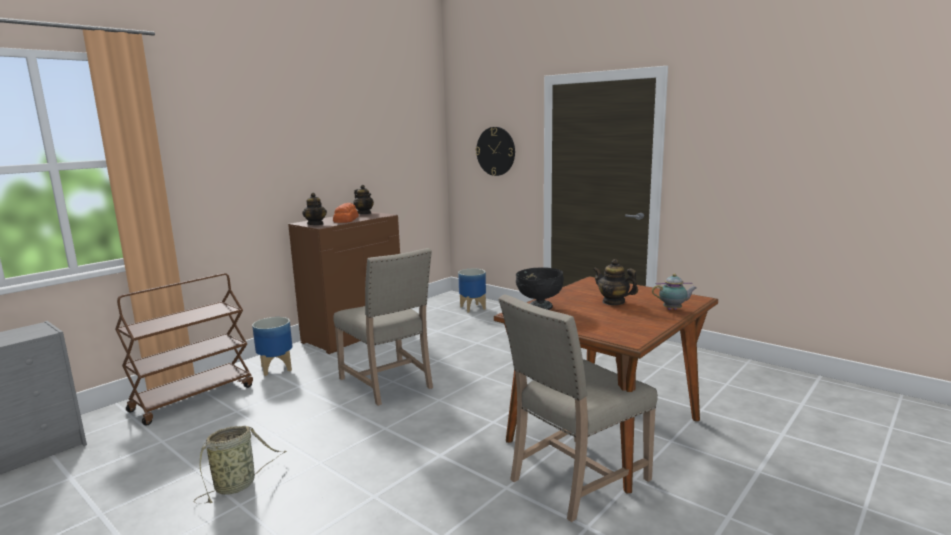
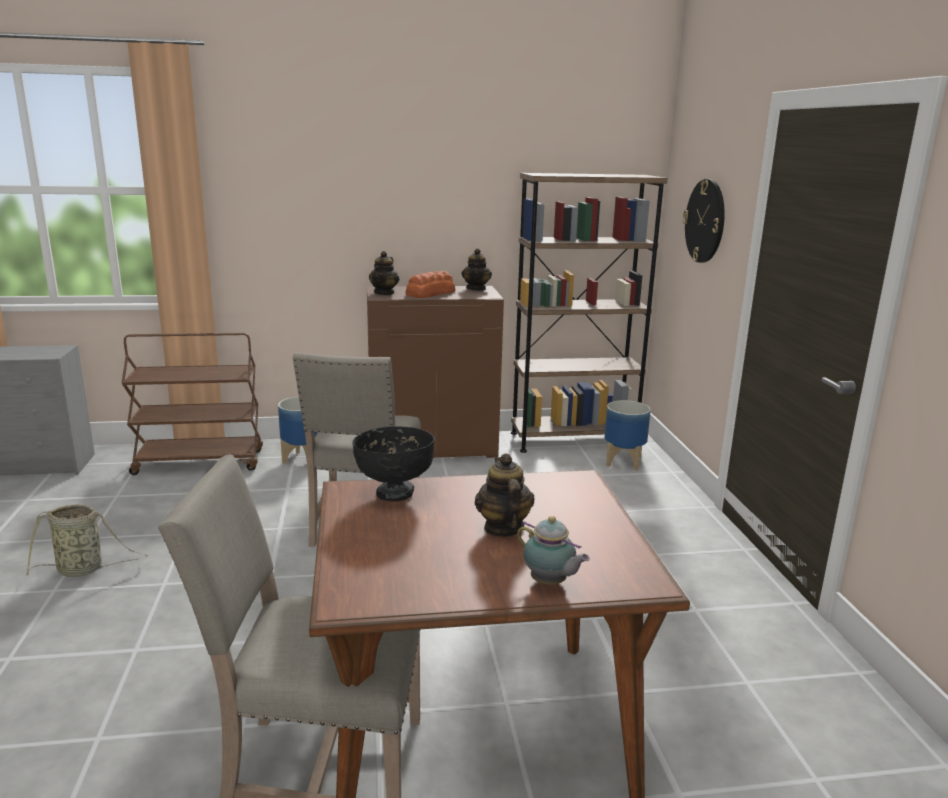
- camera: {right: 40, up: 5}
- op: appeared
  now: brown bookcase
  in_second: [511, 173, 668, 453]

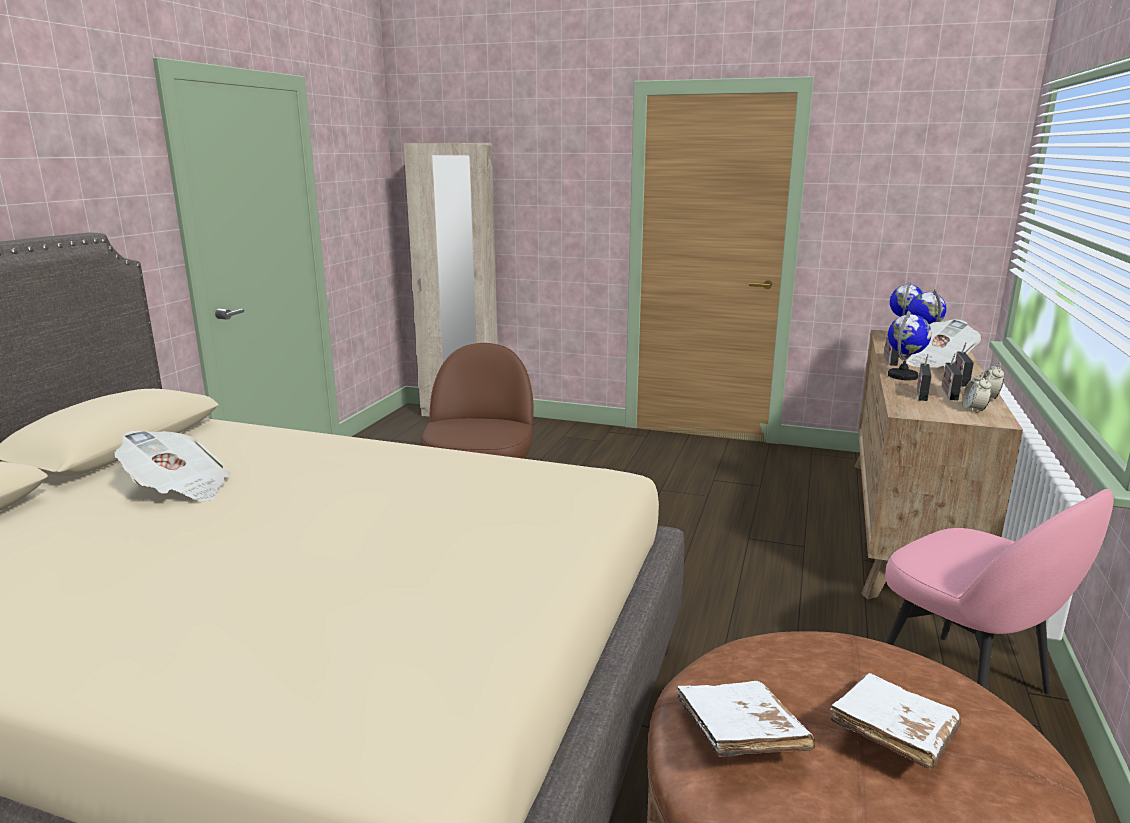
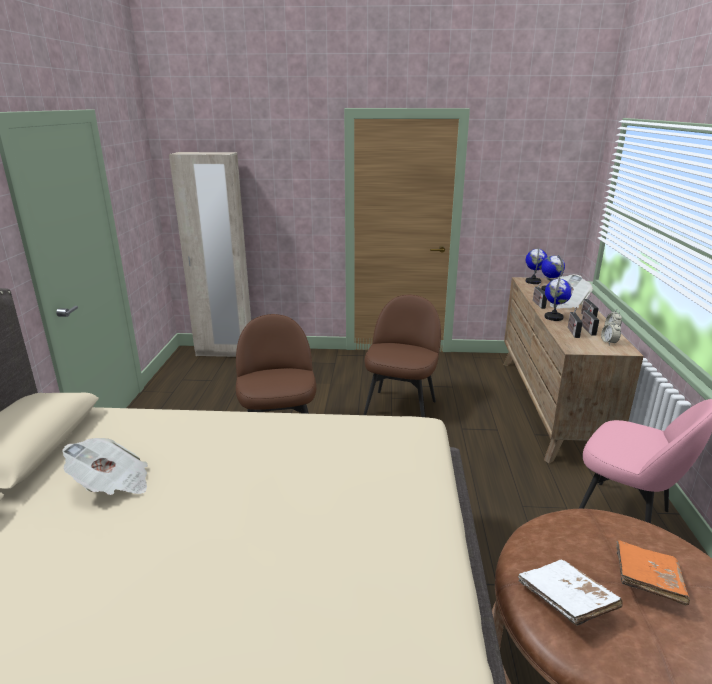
- camera: {right: -15, up: 5}
- op: appeared
  now: brown chair
  in_second: [363, 295, 441, 417]
- op: colour
  was: white book
  now: orange book
  in_first: [830, 673, 961, 769]
  in_second: [616, 540, 690, 605]

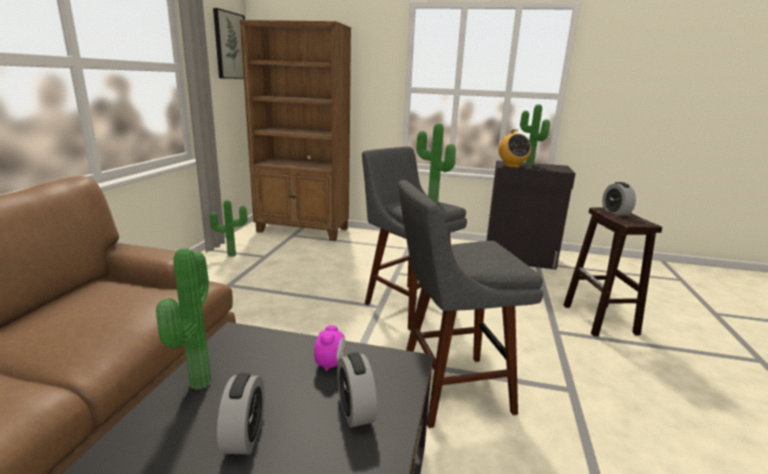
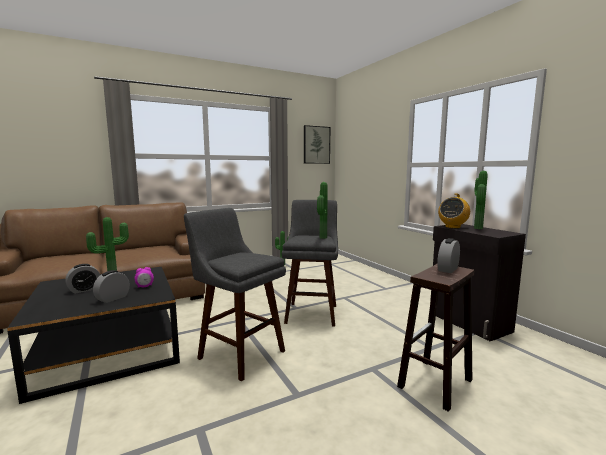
- camera: {right: 50, up: -10}
- op: missing
  was: brown bookcase
  in_first: [240, 20, 351, 241]

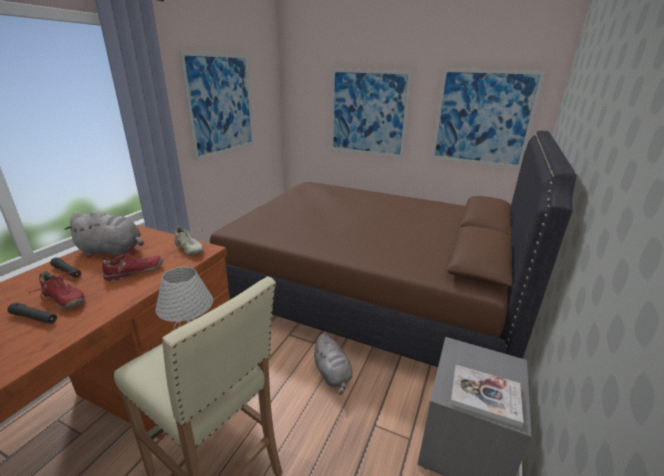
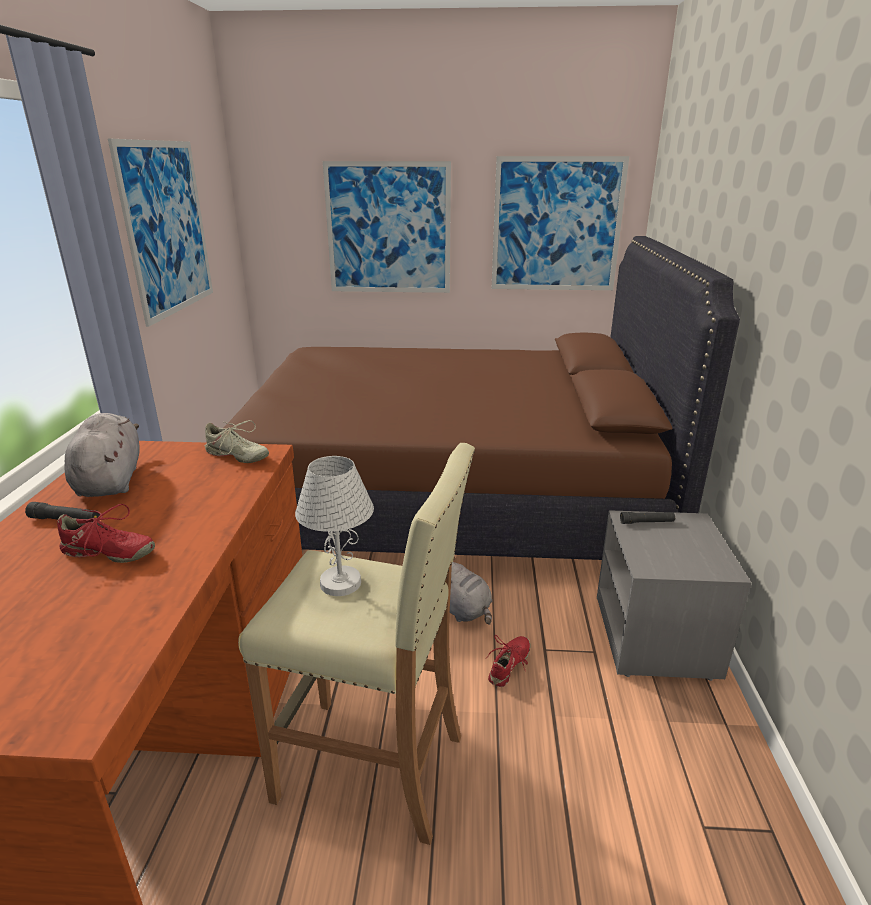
- camera: {right: -20, up: 0}
- op: missing
  was: book
  in_first: [450, 365, 524, 428]
- op: relocated
  was: black flashlight
  in_first: [7, 302, 57, 324]
  in_second: [620, 512, 675, 524]
- op: relocated
  was: red shoe
  in_first: [102, 246, 163, 282]
  in_second: [486, 635, 530, 687]
- op: spun
  was: grey plush toy
  in_first: [64, 211, 144, 257]
  in_second: [65, 413, 140, 497]
  clockwise: -90

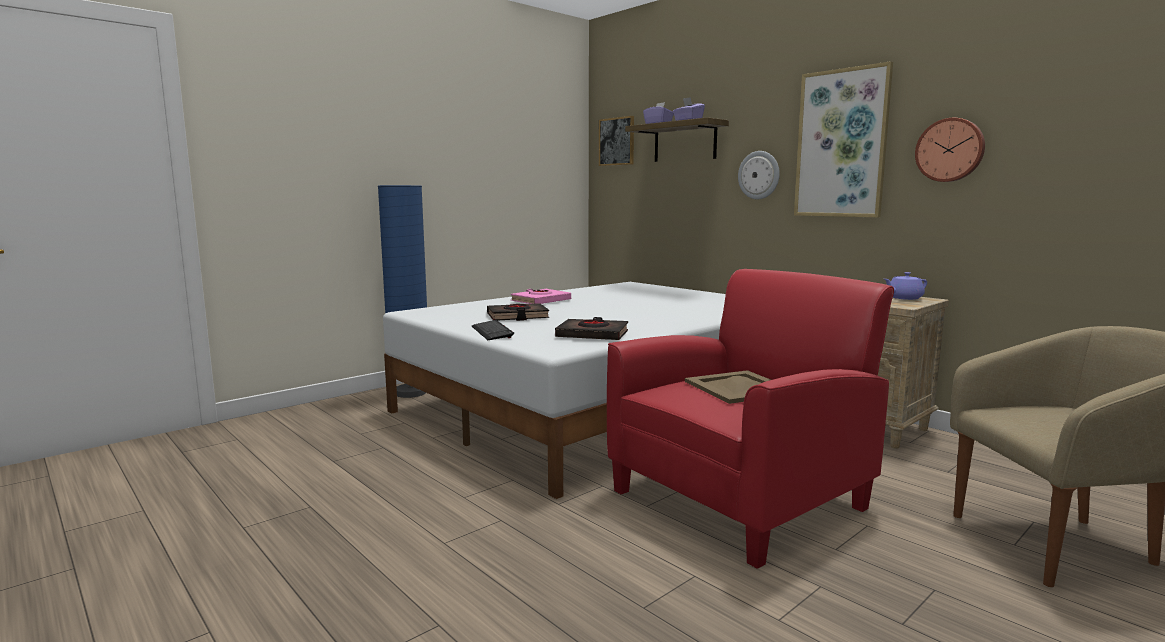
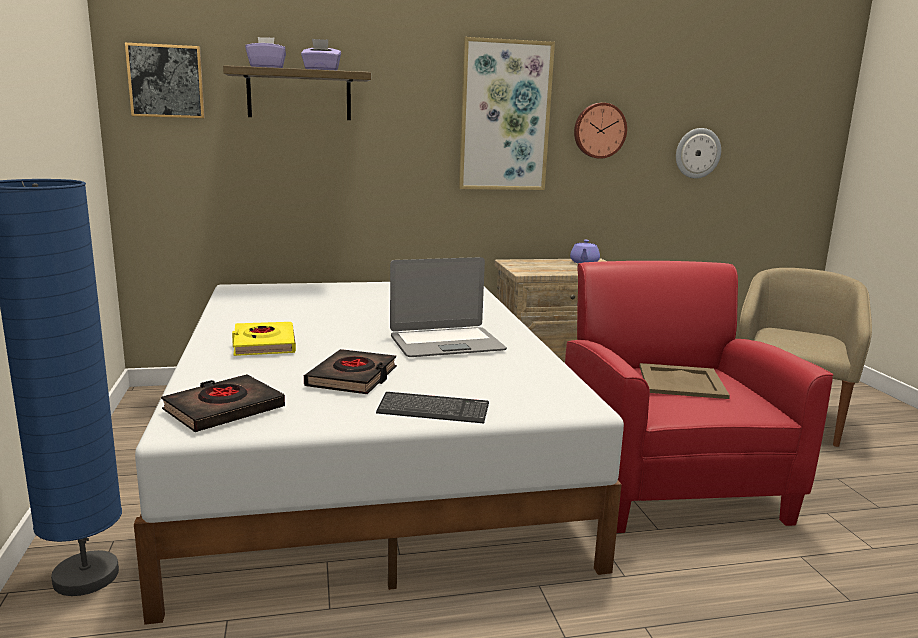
- camera: {right: -60, up: 5}
- op: appeared
  now: laptop
  in_second: [390, 257, 507, 357]
- op: relocated
  was: black book
  in_first: [555, 317, 628, 340]
  in_second: [161, 374, 285, 432]
- op: relocated
  was: wall clock
  in_first: [738, 151, 780, 200]
  in_second: [676, 128, 721, 179]
- op: colour
  was: pink book
  now: yellow book
  in_first: [511, 289, 571, 304]
  in_second: [232, 322, 296, 356]

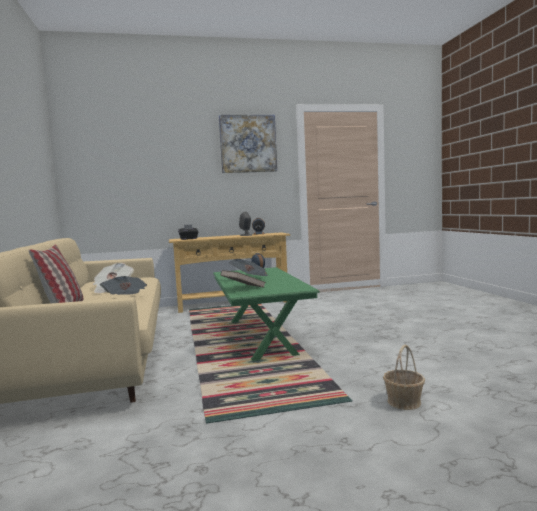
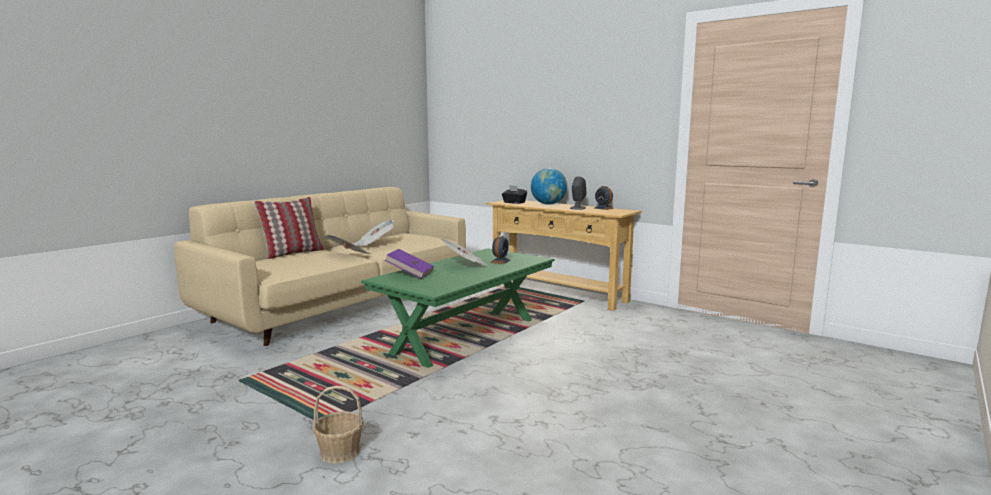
- camera: {right: 50, up: 5}
- op: missing
  was: picture
  in_first: [219, 115, 277, 173]
- op: appeared
  now: globe
  in_second: [531, 168, 567, 205]
- op: colour
  was: brown book
  now: purple book
  in_first: [221, 270, 266, 288]
  in_second: [385, 249, 434, 279]

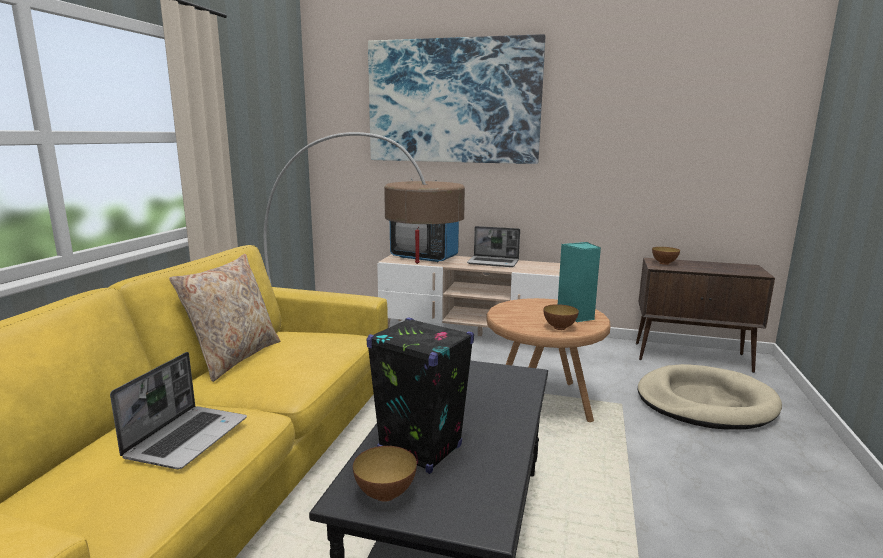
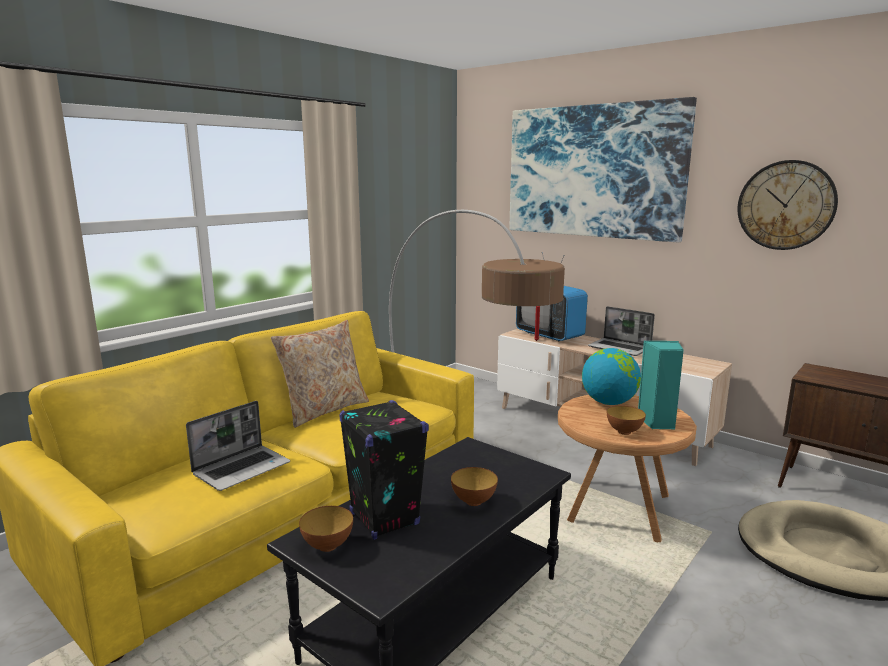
- camera: {right: 25, up: 0}
- op: appeared
  now: globe
  in_second: [582, 348, 641, 405]
- op: appeared
  now: wall clock
  in_second: [738, 160, 838, 250]
- op: relocated
  was: bowl
  in_first: [652, 247, 680, 265]
  in_second: [451, 467, 498, 506]

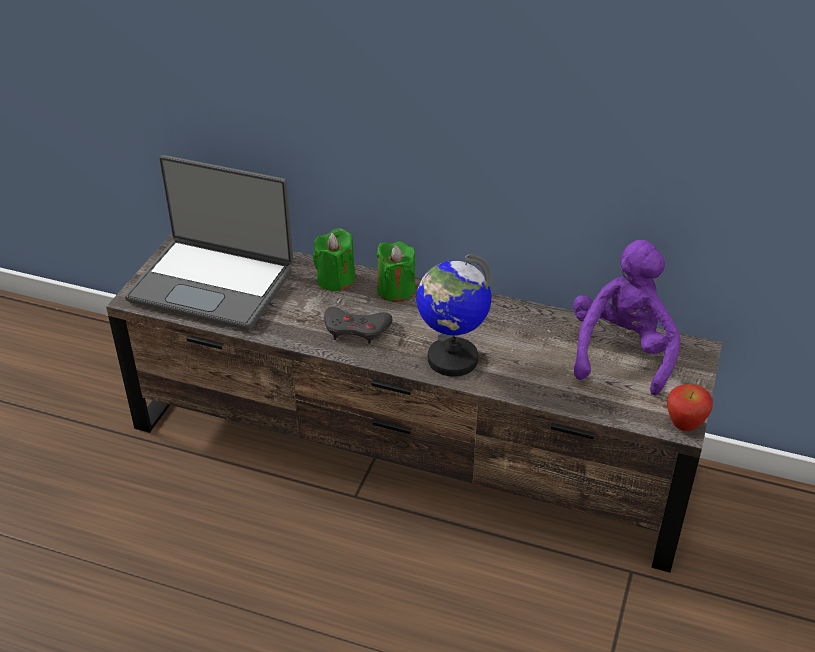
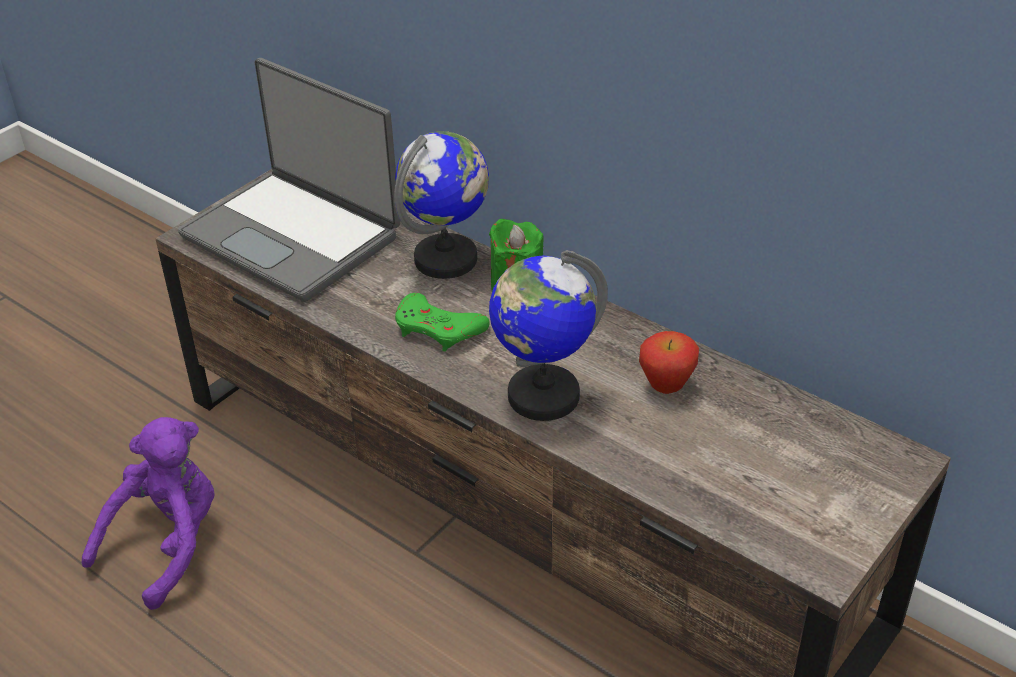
- camera: {right: 20, up: 0}
- op: relocated
  was: purple plush toy
  in_first: [573, 240, 680, 396]
  in_second: [82, 417, 214, 610]
- op: relocated
  was: apple
  in_first: [667, 384, 713, 431]
  in_second: [639, 331, 699, 394]
- op: exchanged
  was: green candle
  now: globe
  in_first: [313, 229, 355, 292]
  in_second: [394, 131, 489, 279]
- op: colour
  was: grey game controller
  now: green game controller
  in_first: [324, 307, 392, 344]
  in_second: [395, 293, 490, 352]

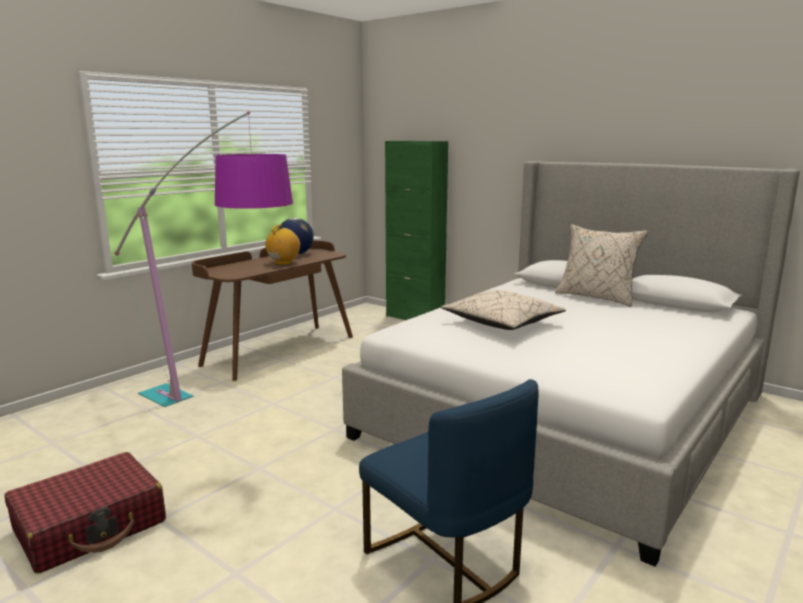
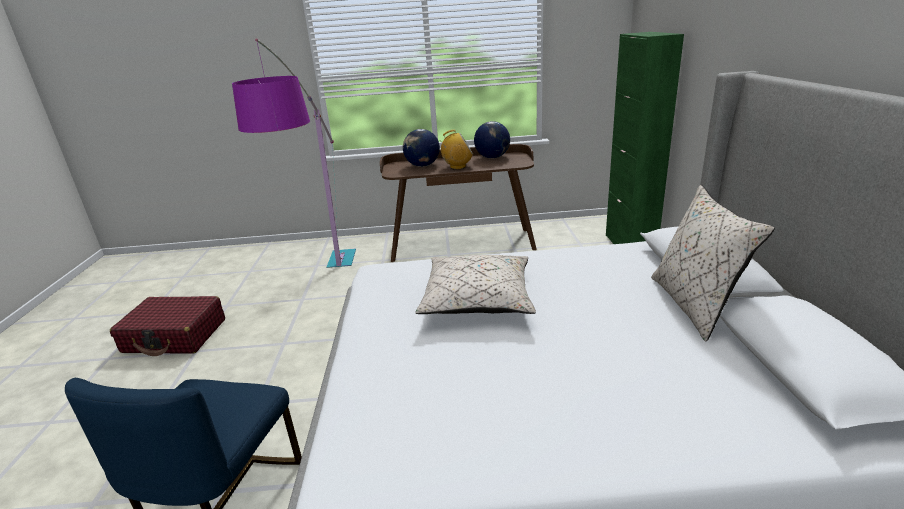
- camera: {right: 50, up: 10}
- op: appeared
  now: globe
  in_second: [403, 129, 440, 167]

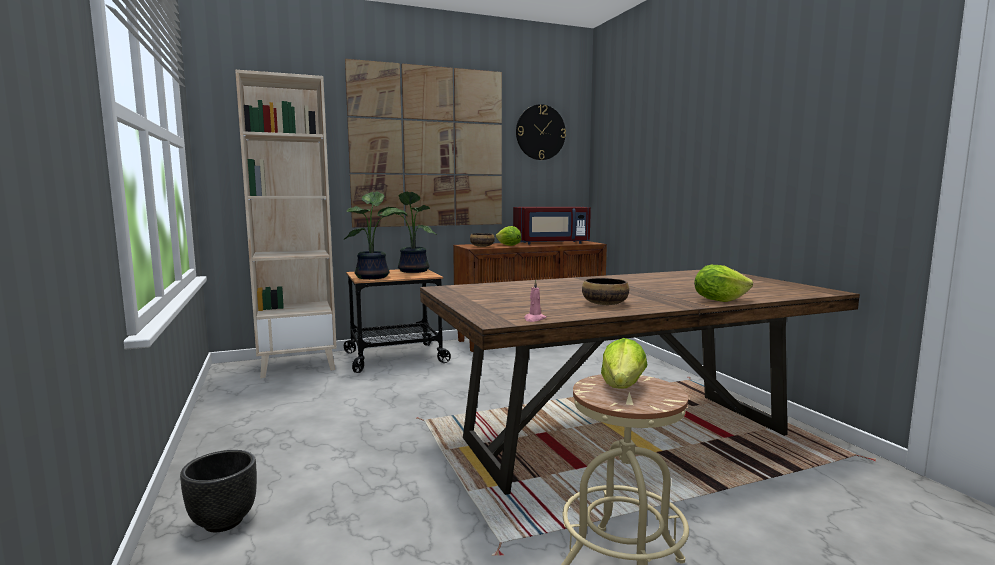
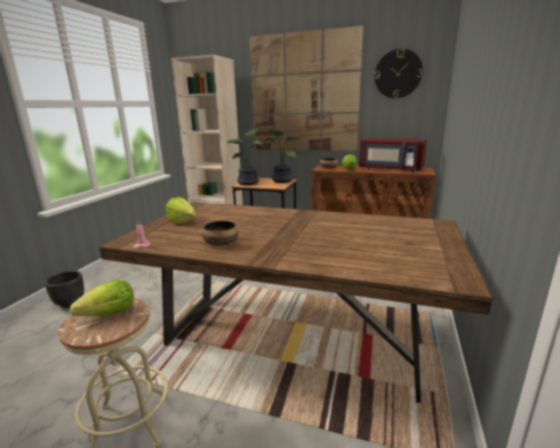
- camera: {right: 40, up: 10}
- op: relocated
  was: lettuce
  in_first: [694, 265, 753, 302]
  in_second: [166, 197, 196, 224]

